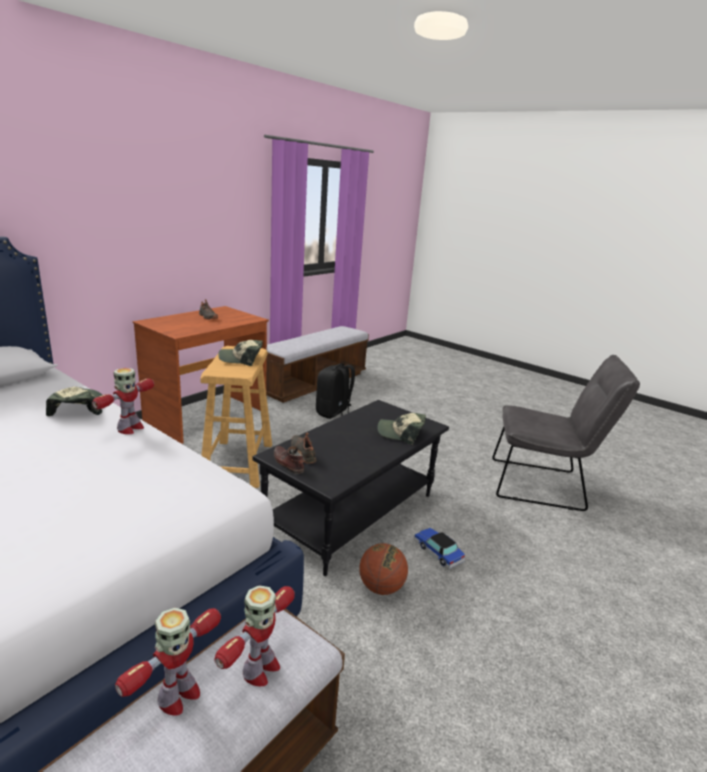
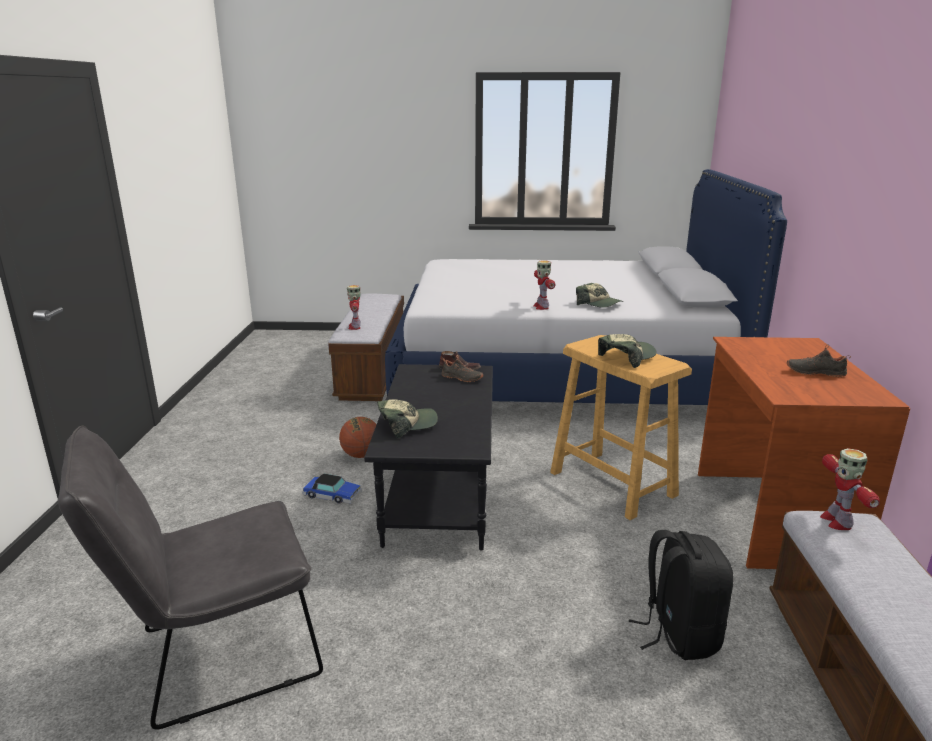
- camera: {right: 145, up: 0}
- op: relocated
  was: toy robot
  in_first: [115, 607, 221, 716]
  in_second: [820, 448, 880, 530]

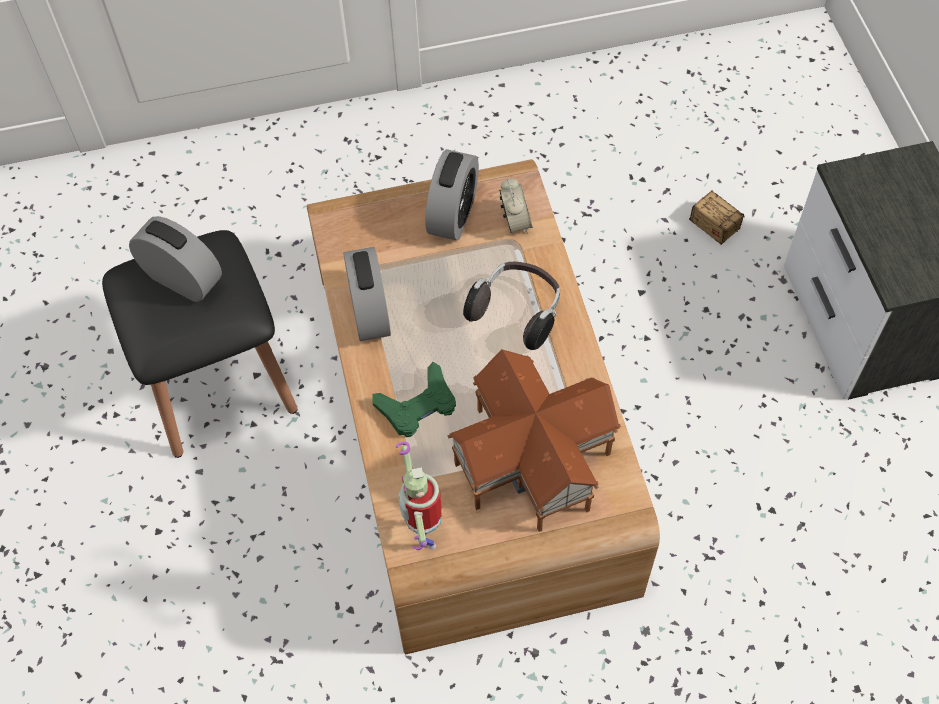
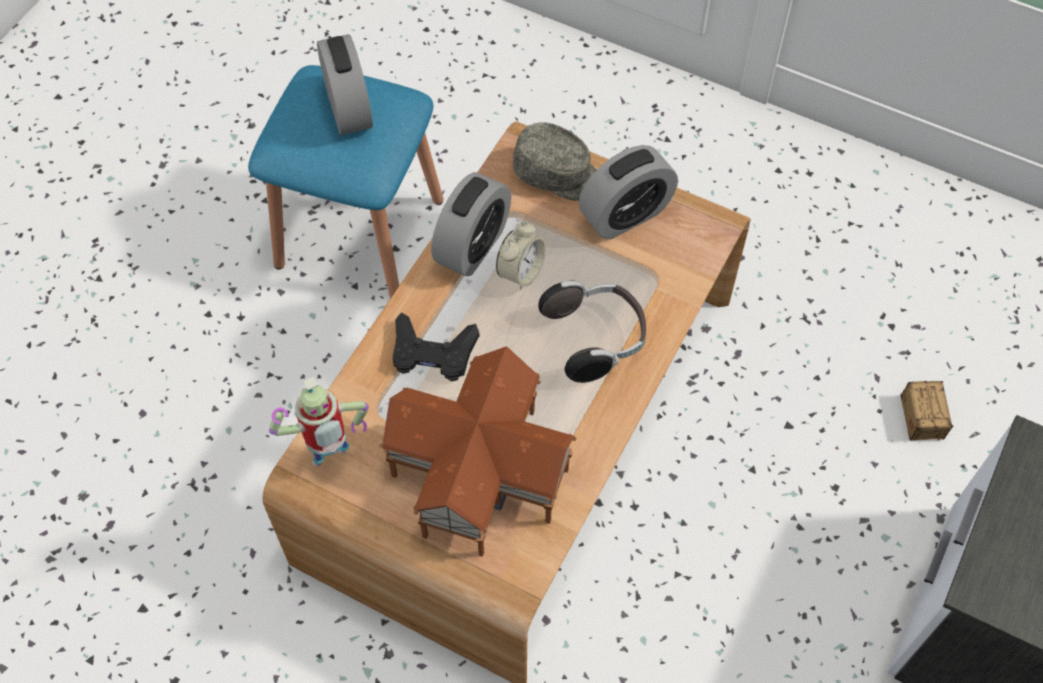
- camera: {right: 40, up: 0}
- op: appeared
  now: grey cap
  in_second: [513, 123, 597, 201]
- op: relocated
  was: alarm clock
  in_first: [499, 178, 533, 234]
  in_second: [496, 222, 546, 290]
- op: colour
  was: black stool
  now: blue stool
  in_first: [102, 230, 297, 458]
  in_second: [248, 65, 444, 298]
- op: colour
  was: green game controller
  now: black game controller
  in_first: [372, 362, 456, 437]
  in_second: [392, 313, 479, 381]
- op: spun
  was: toy robot
  in_first: [396, 442, 442, 550]
  in_second: [269, 377, 369, 466]
  clockwise: -150

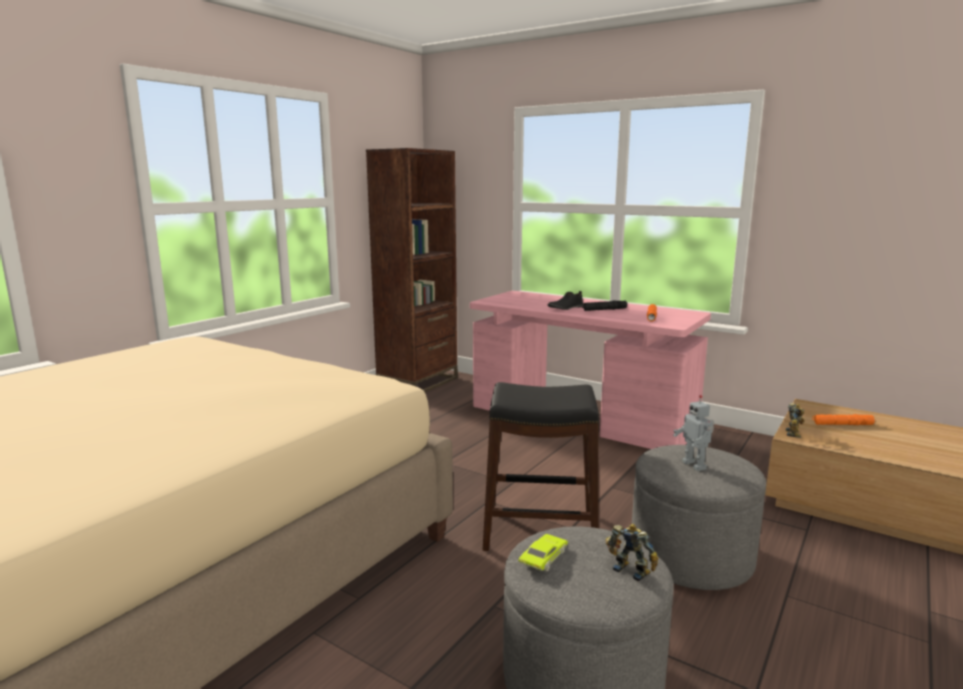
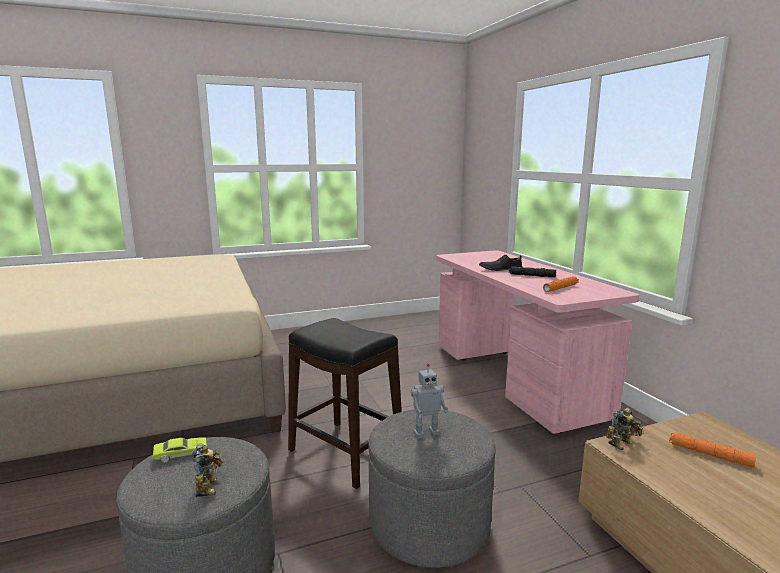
- camera: {right: 35, up: 0}
- op: missing
  was: brown bookcase
  in_first: [366, 148, 458, 392]
- op: spun
  was: toy robot
  in_first: [673, 395, 714, 471]
  in_second: [411, 364, 448, 439]
  clockwise: -120

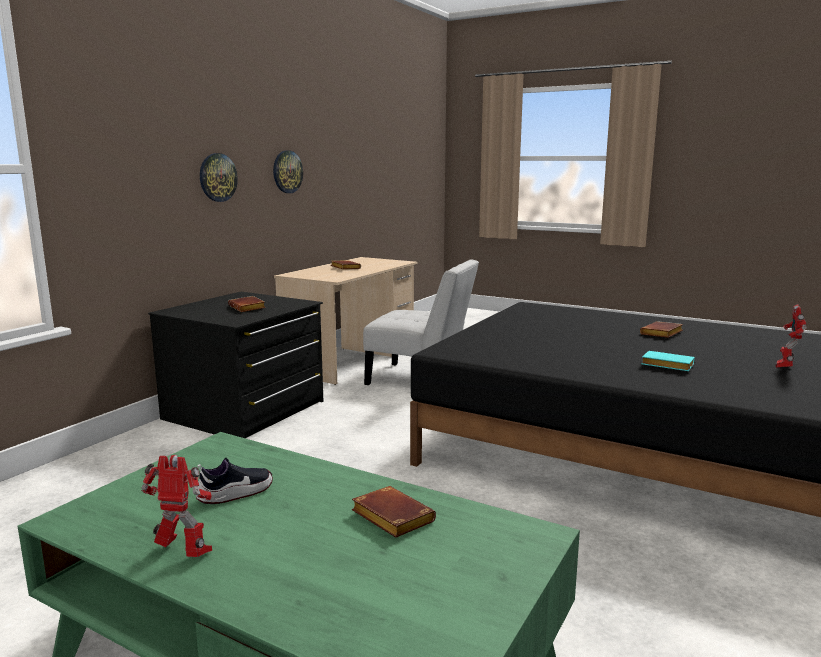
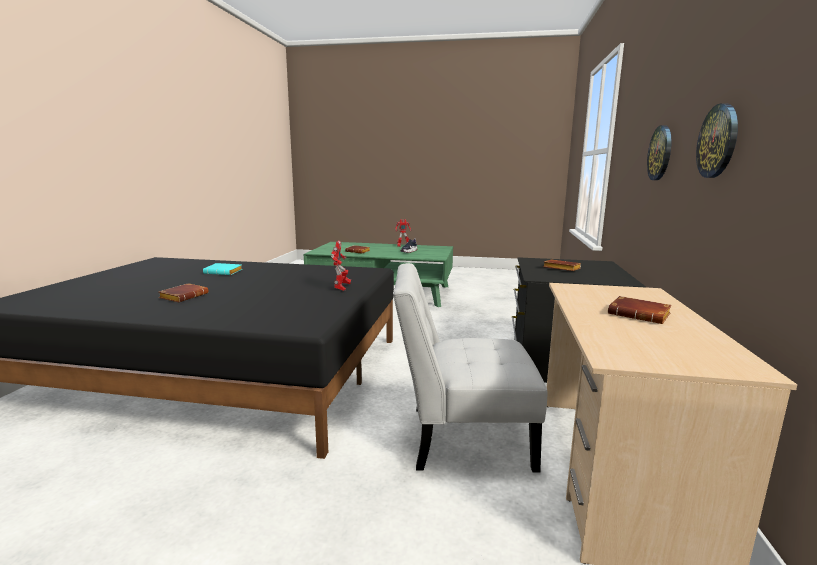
- camera: {right: 160, up: 0}
- op: relocated
  was: toy robot
  in_first: [776, 305, 807, 368]
  in_second: [331, 240, 351, 291]

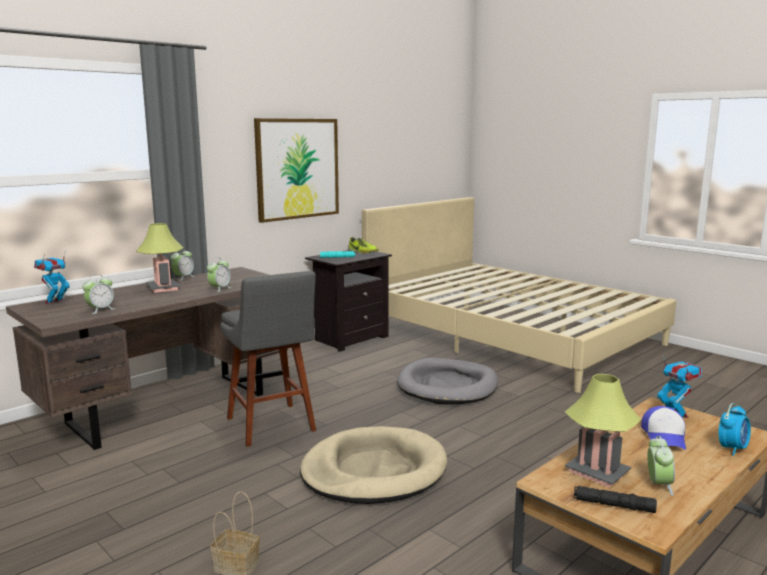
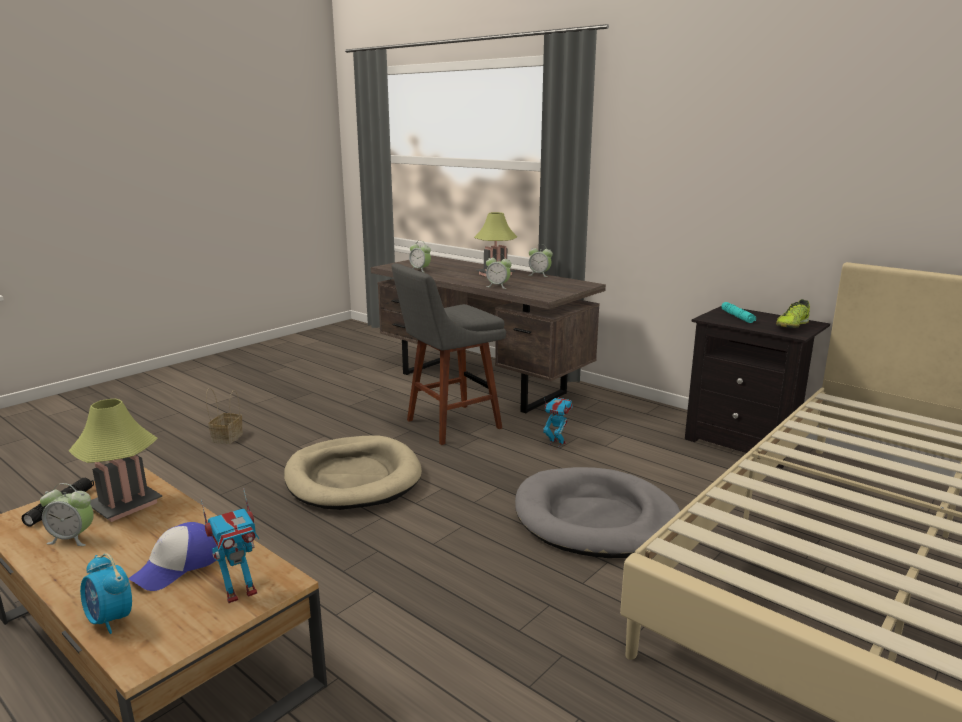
- camera: {right: 85, up: 5}
- op: missing
  was: picture
  in_first: [254, 118, 339, 223]
- op: relocated
  was: toy robot
  in_first: [34, 254, 70, 305]
  in_second: [543, 398, 573, 447]
- op: spun
  was: cap
  in_first: [641, 406, 686, 450]
  in_second: [128, 522, 217, 591]
  clockwise: -60

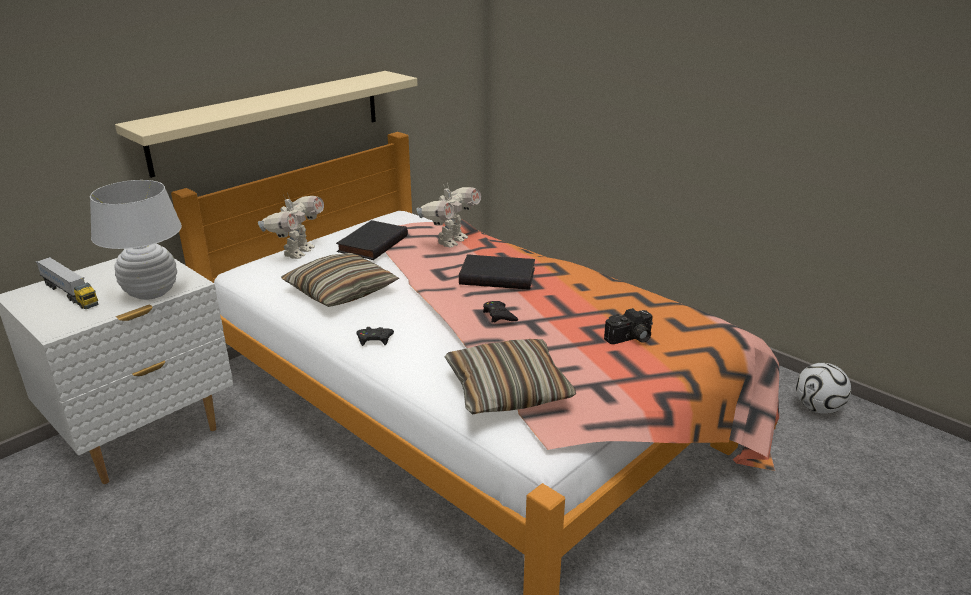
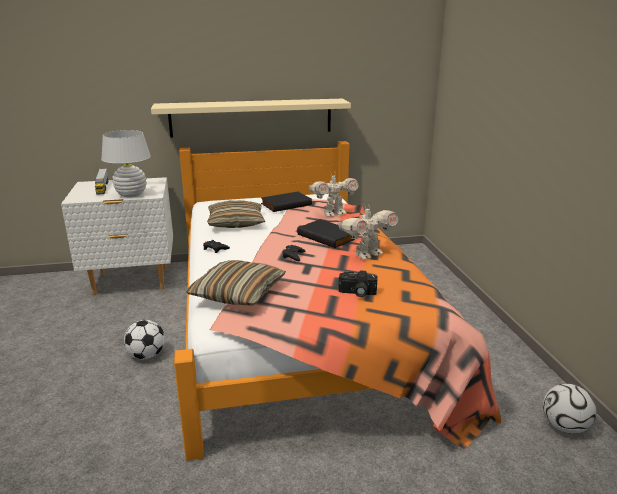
- camera: {right: 35, up: -5}
- op: appeared
  now: football
  in_second: [124, 320, 165, 359]
- op: relocated
  was: toy robot
  in_first: [258, 193, 324, 259]
  in_second: [338, 207, 398, 259]

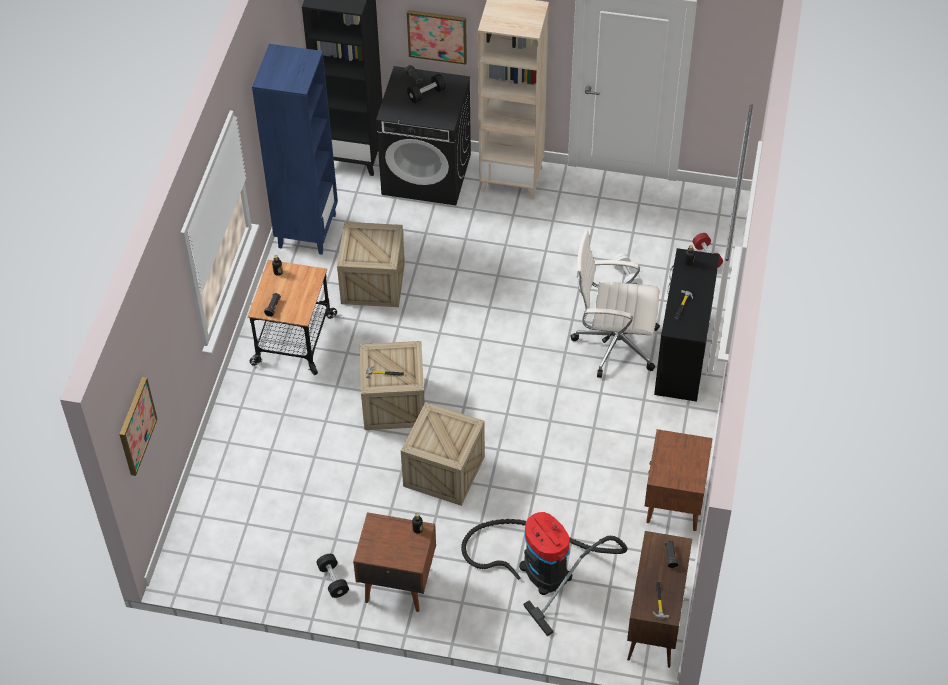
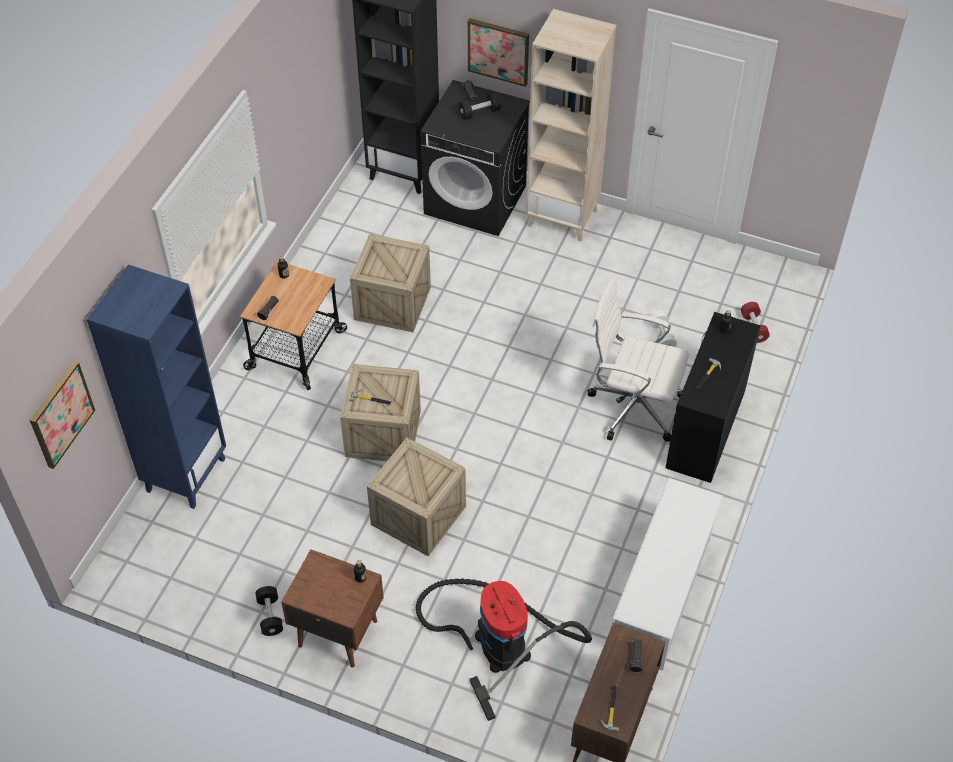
- camera: {right: 10, up: 0}
- op: relocated
  was: blue bookcase
  in_first: [252, 44, 338, 255]
  in_second: [87, 265, 226, 509]
- op: exchanged
  was: brown nightstand
  now: white shoe rack
  in_first: [645, 429, 713, 531]
  in_second: [612, 478, 723, 671]

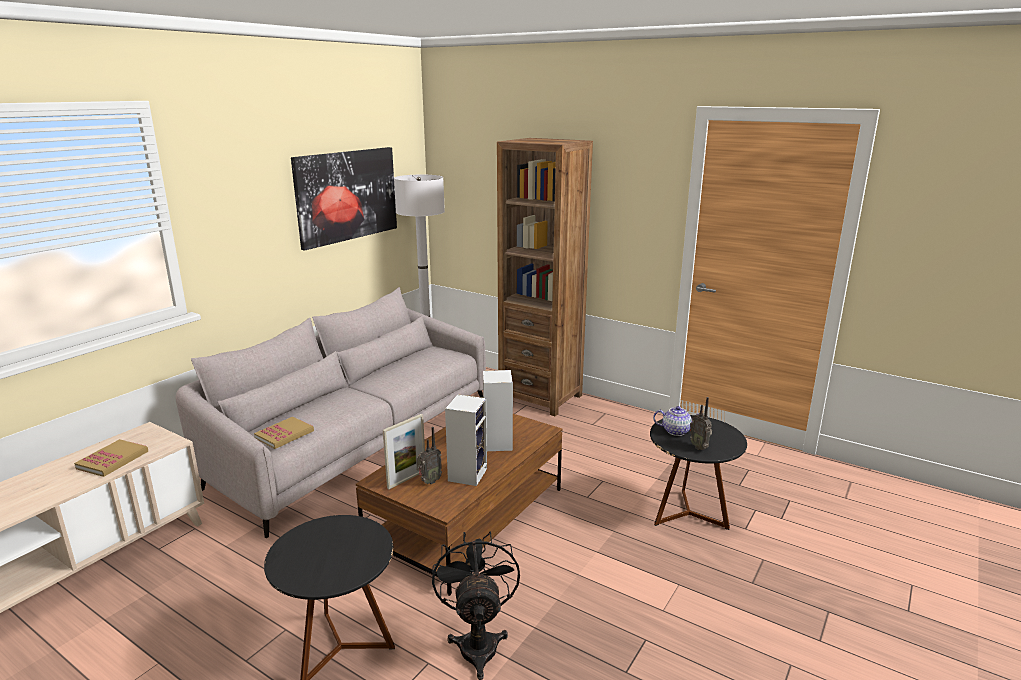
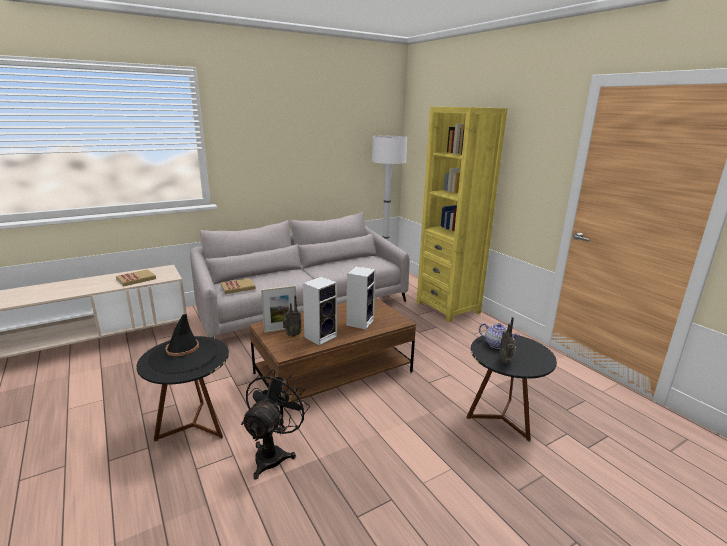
- camera: {right: 25, up: 0}
- op: missing
  was: picture
  in_first: [291, 147, 397, 251]
- op: appeared
  now: black hat
  in_second: [148, 314, 217, 374]
- op: colour
  was: brown bookcase
  now: yellow bookcase
  in_first: [497, 138, 593, 416]
  in_second: [417, 107, 507, 322]

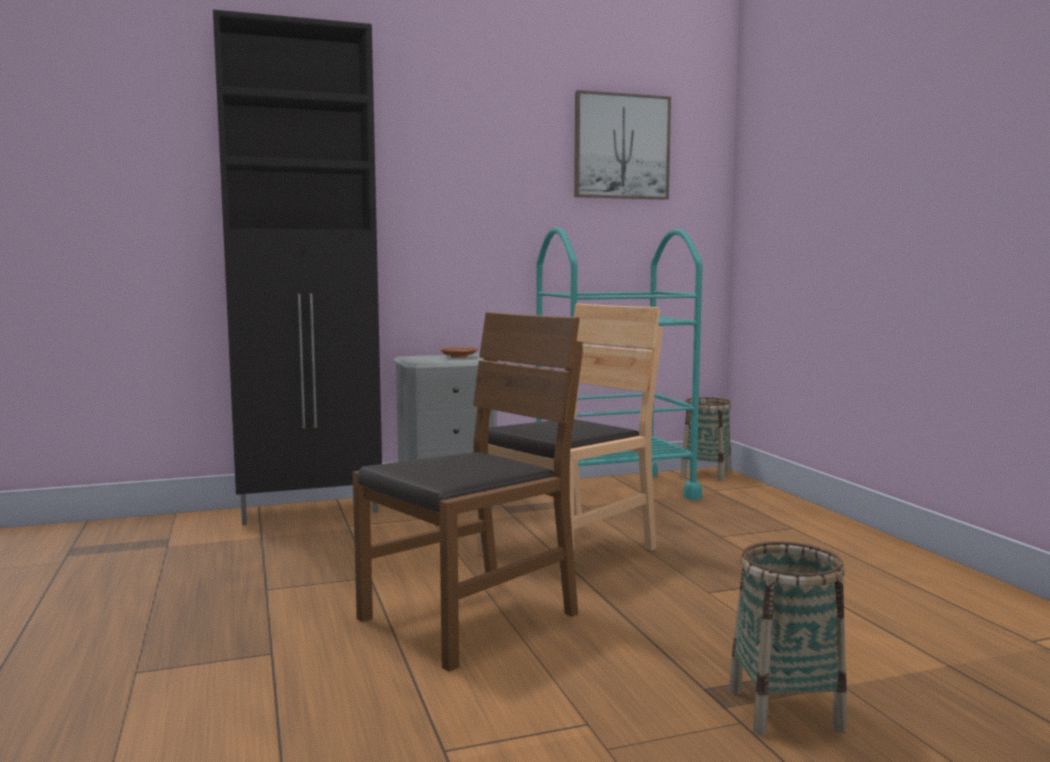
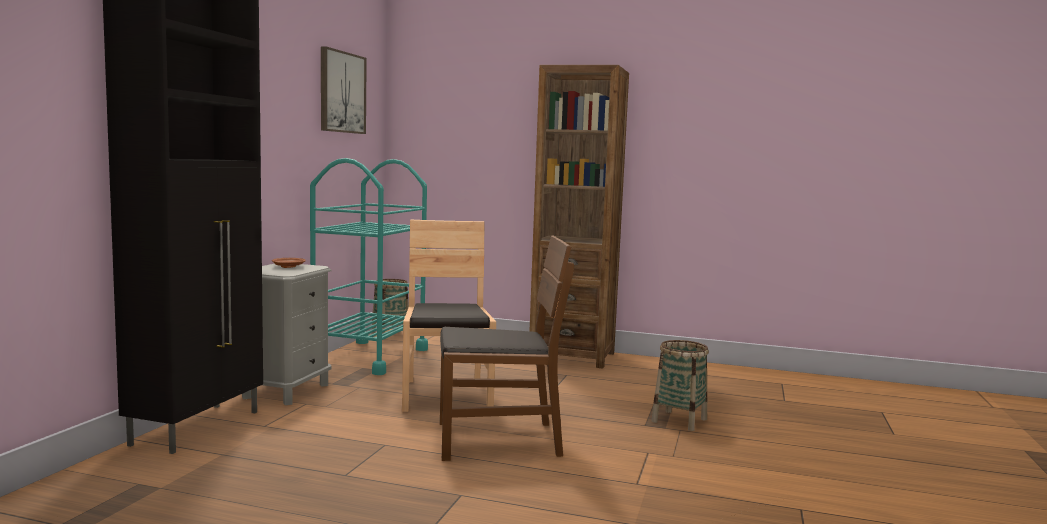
- camera: {right: -55, up: 0}
- op: appeared
  now: brown bookcase
  in_second: [530, 65, 629, 369]
- op: spun
  was: brown chair
  in_first: [353, 312, 583, 672]
  in_second: [440, 235, 574, 461]
  clockwise: 90

